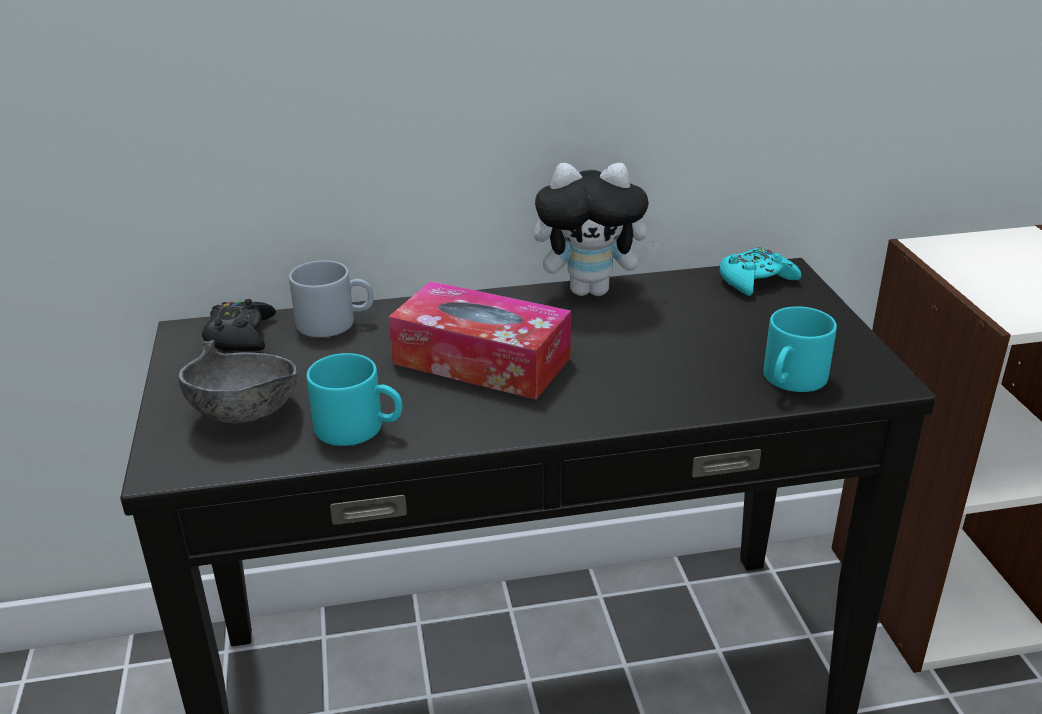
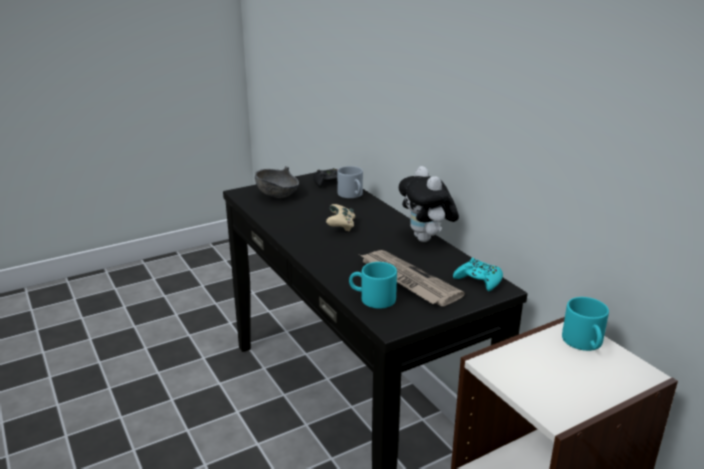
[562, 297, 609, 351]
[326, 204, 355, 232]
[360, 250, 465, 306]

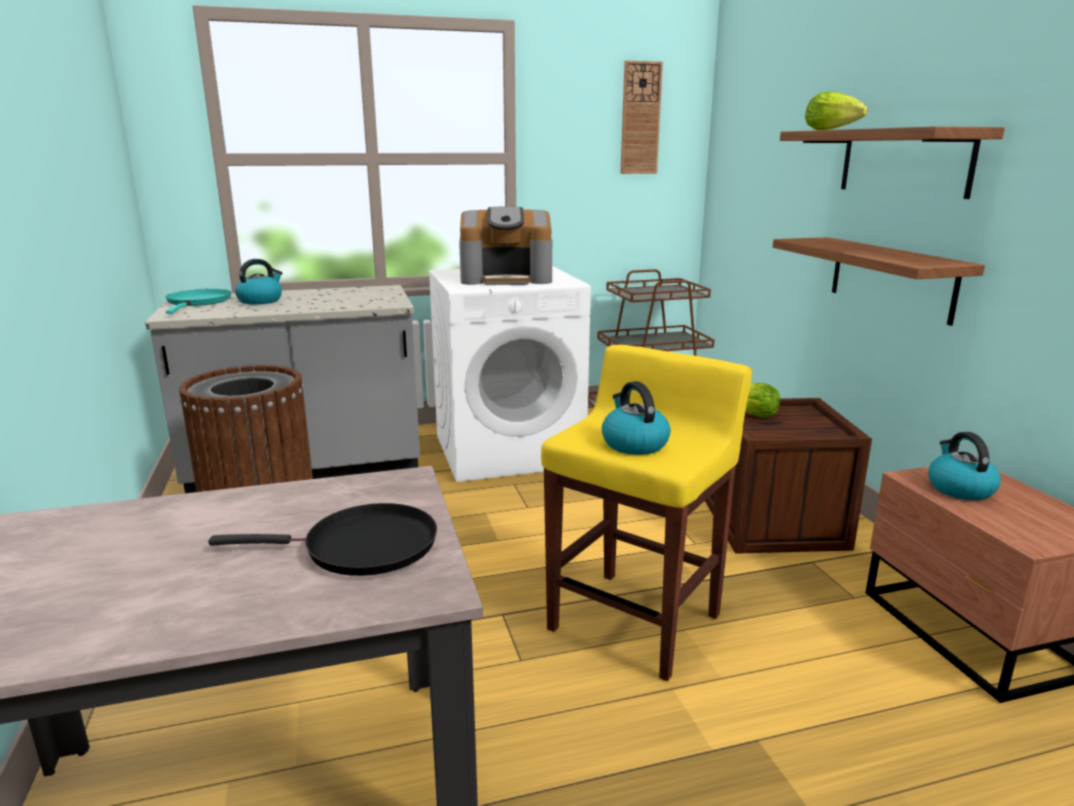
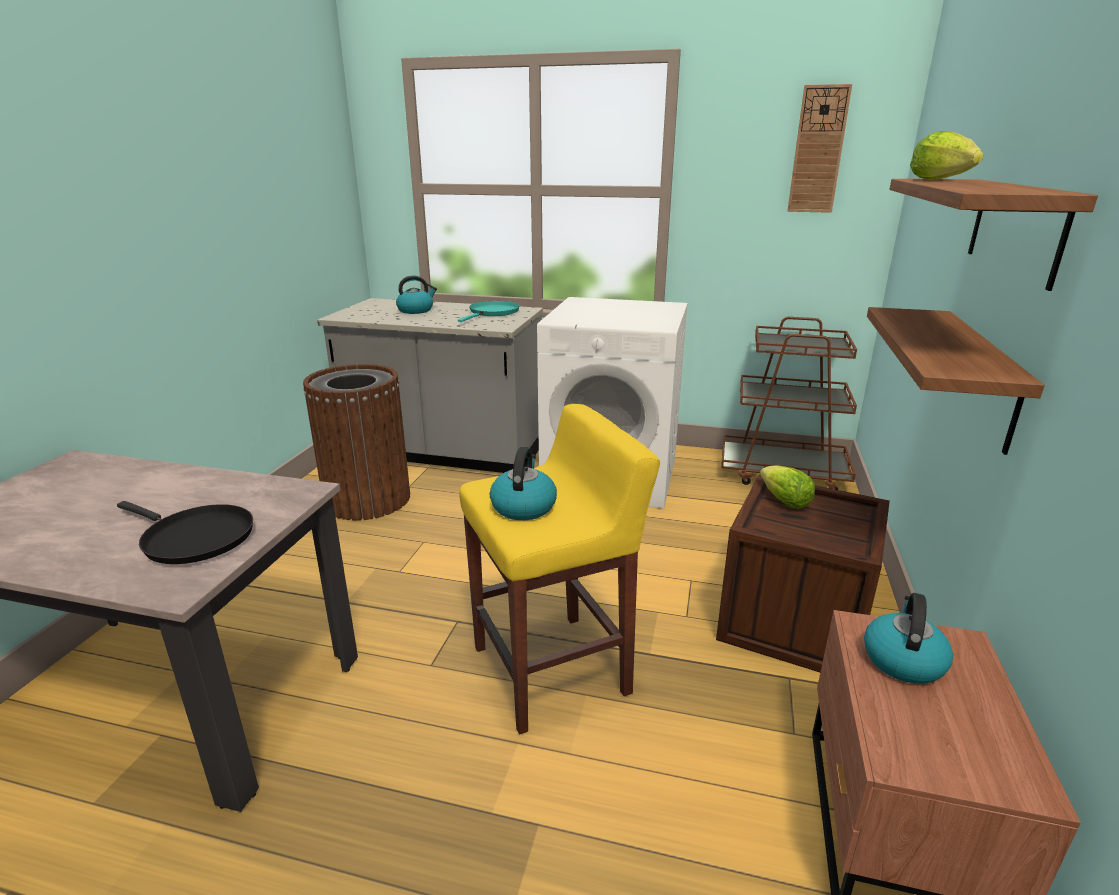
[458, 301, 519, 322]
[459, 207, 552, 285] (first image)

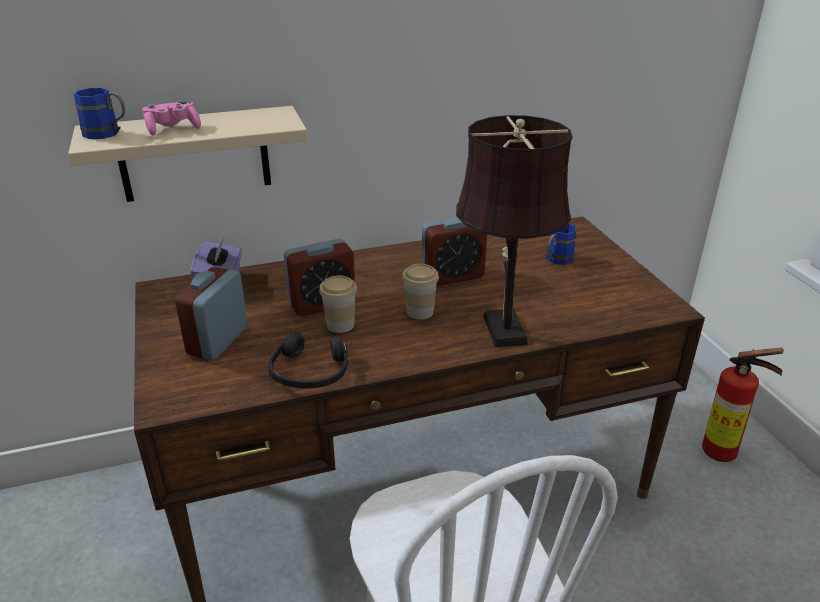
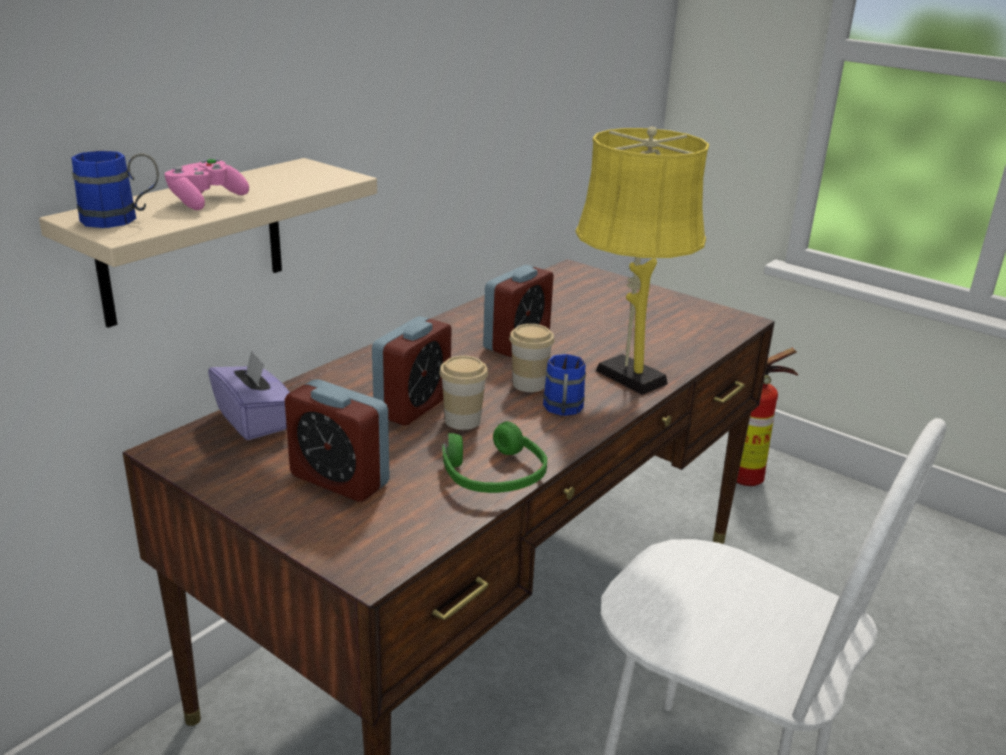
[285, 379, 390, 502]
[443, 421, 547, 493]
[575, 126, 709, 395]
[543, 354, 586, 416]

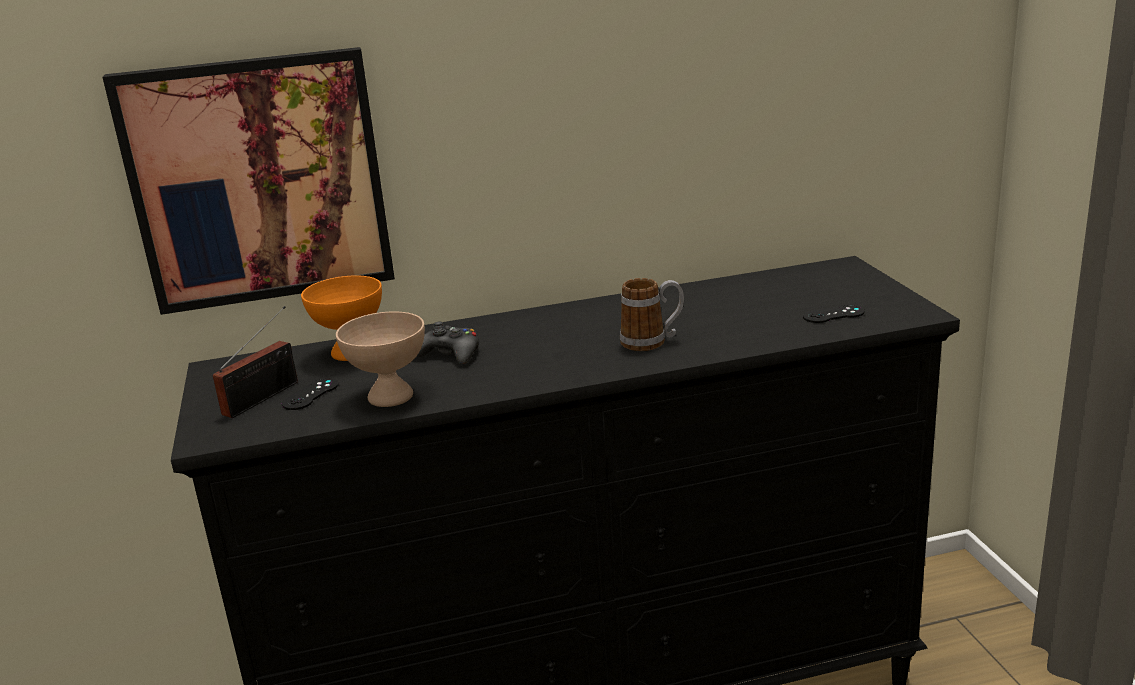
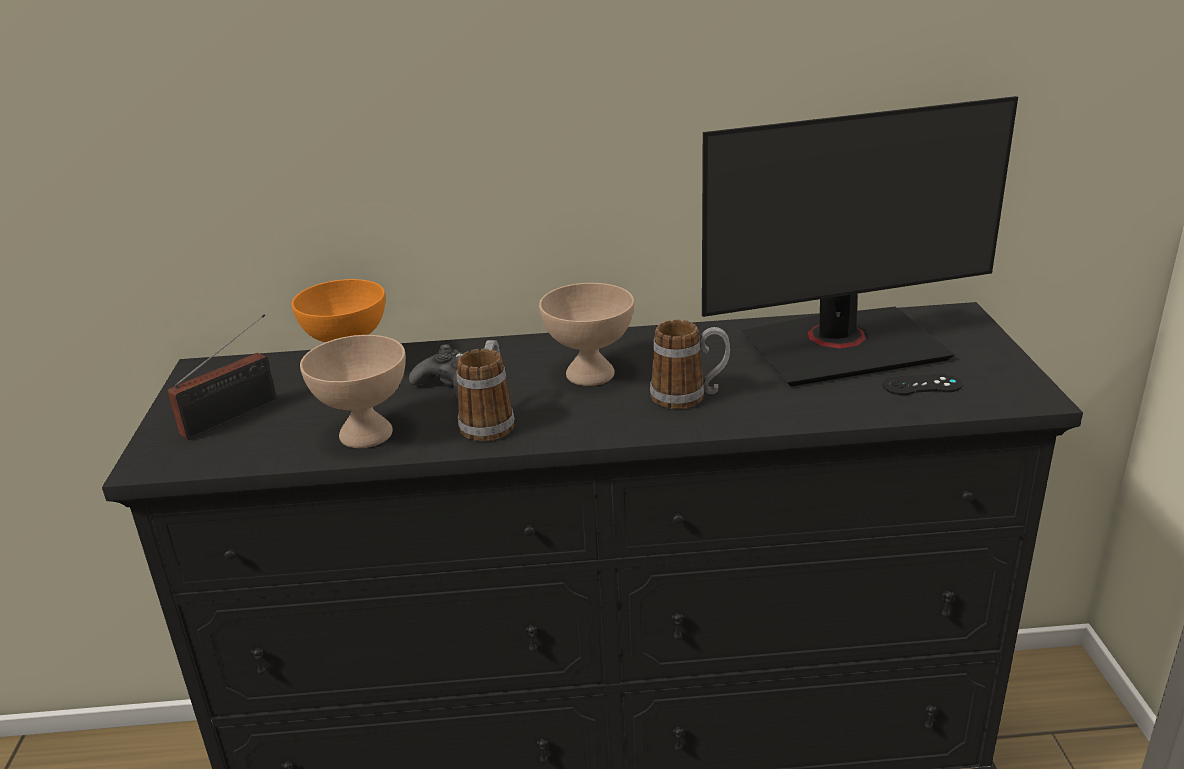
[102, 47, 395, 315] (first image)
[282, 378, 339, 410] (first image)
[457, 340, 514, 441]
[539, 283, 634, 386]
[702, 96, 1018, 387]

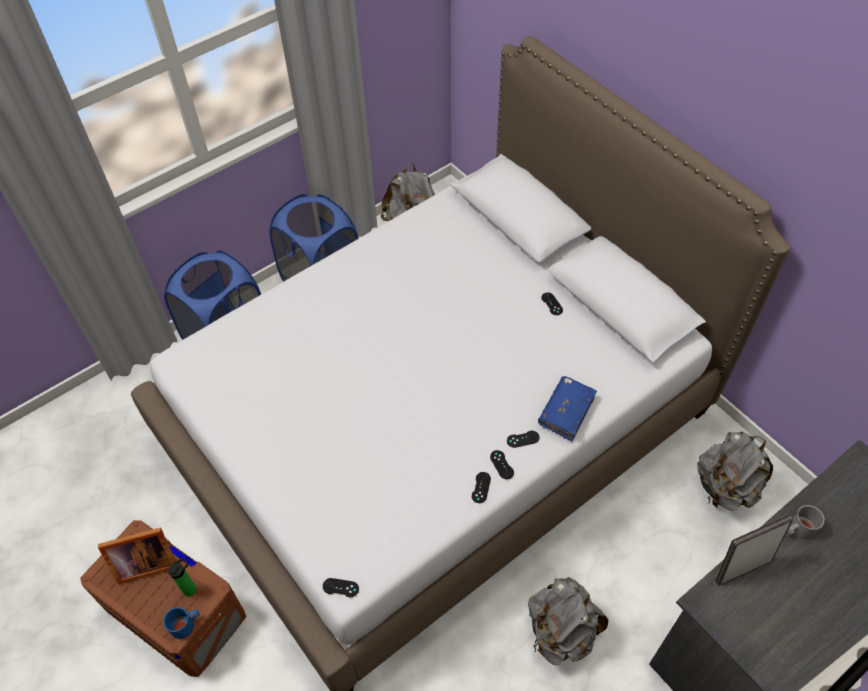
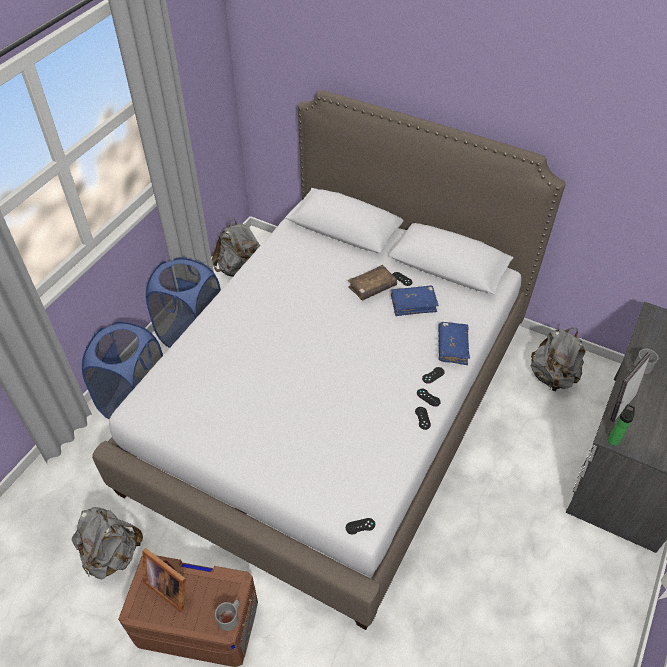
[142, 548, 186, 612]
[215, 600, 240, 631]
[608, 404, 635, 446]
[72, 507, 143, 579]
[348, 265, 397, 300]
[391, 285, 439, 316]

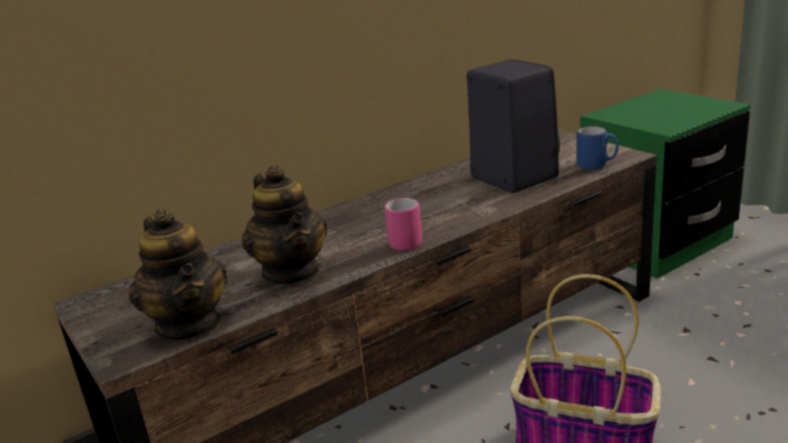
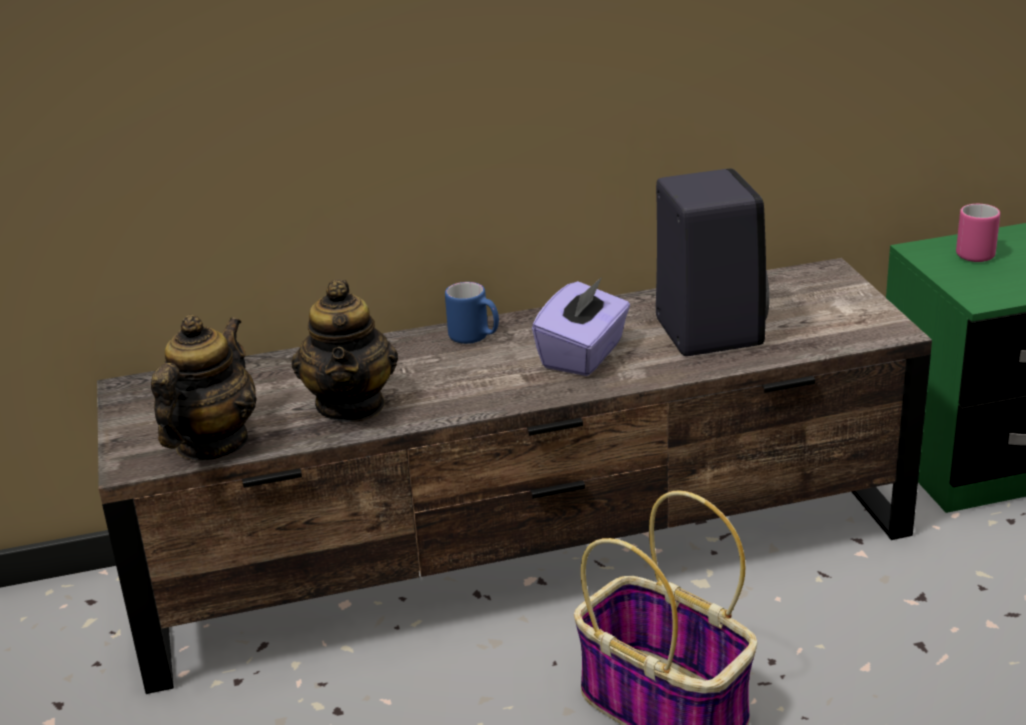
[151, 315, 257, 460]
[956, 204, 1000, 262]
[445, 282, 499, 344]
[532, 277, 630, 376]

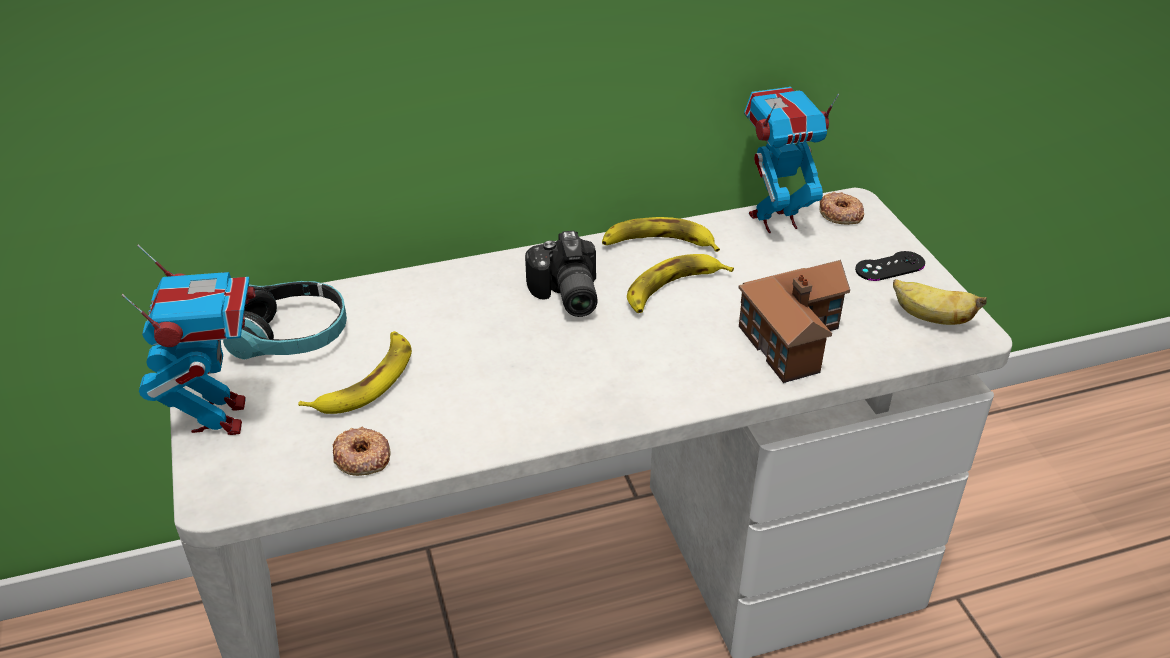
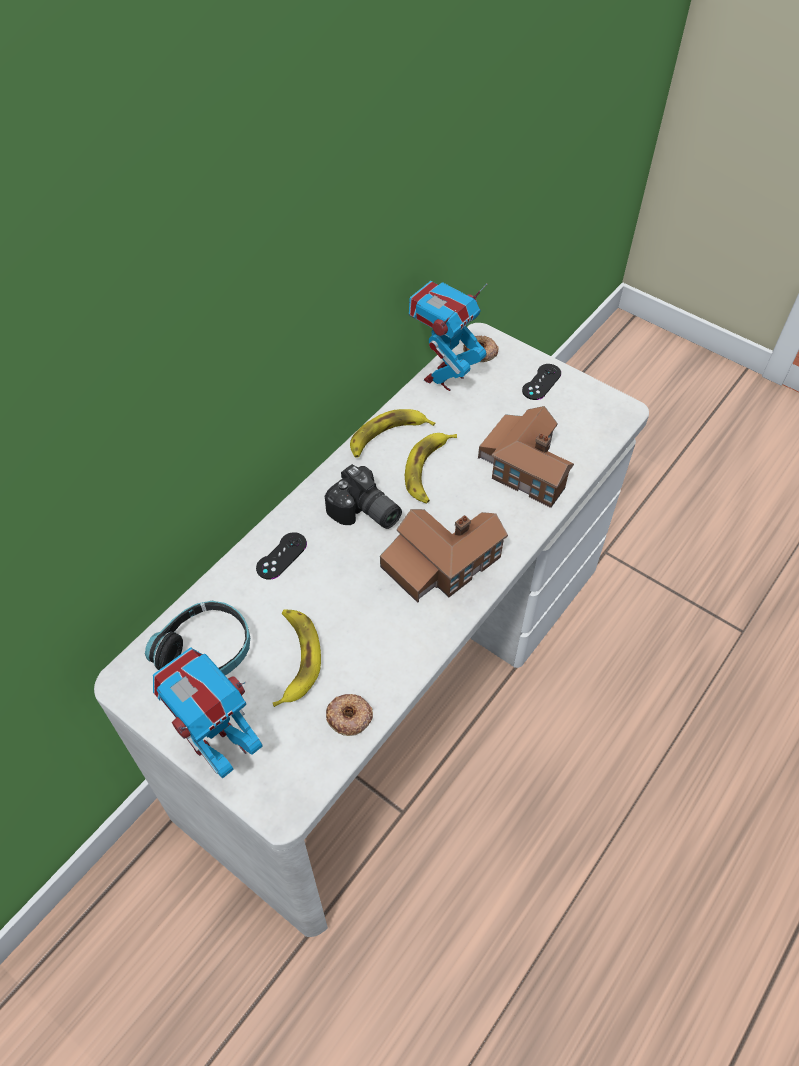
[153, 647, 263, 778]
[893, 279, 987, 325] (first image)
[256, 532, 307, 579]
[380, 509, 508, 603]

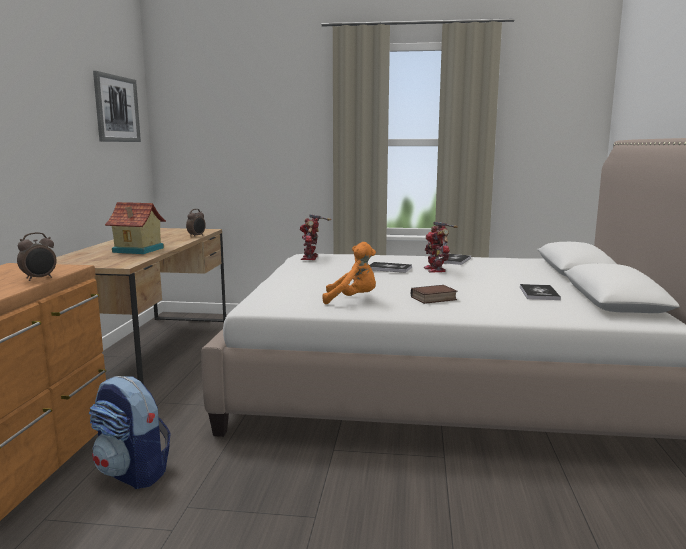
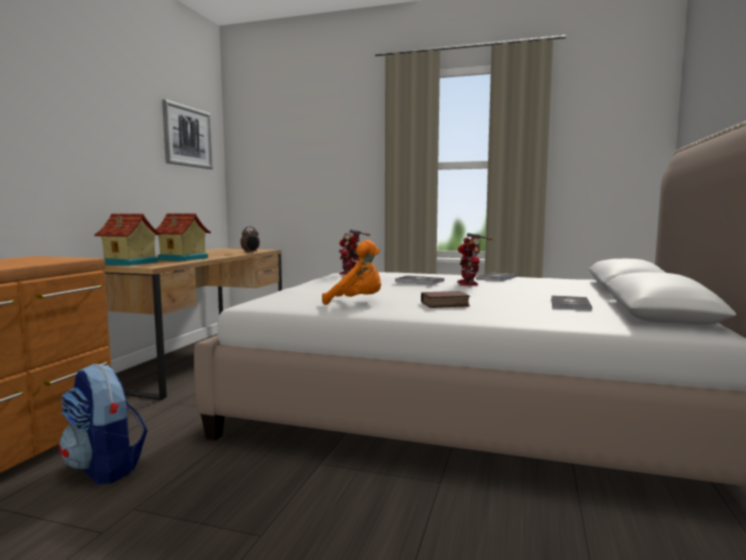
[17, 232, 57, 281] (first image)
[94, 214, 161, 266]

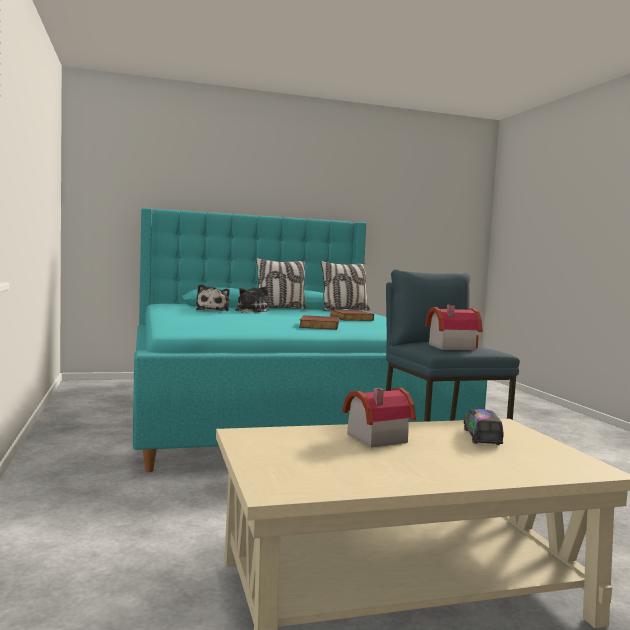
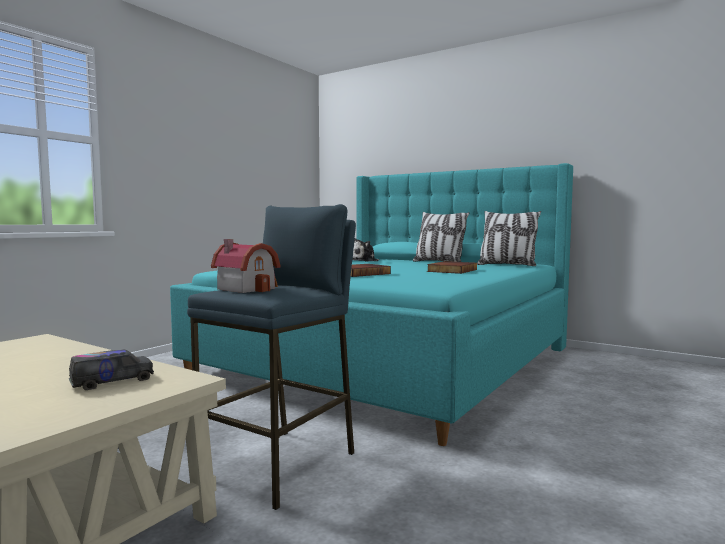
[235, 287, 269, 313] (first image)
[342, 388, 416, 447] (first image)

